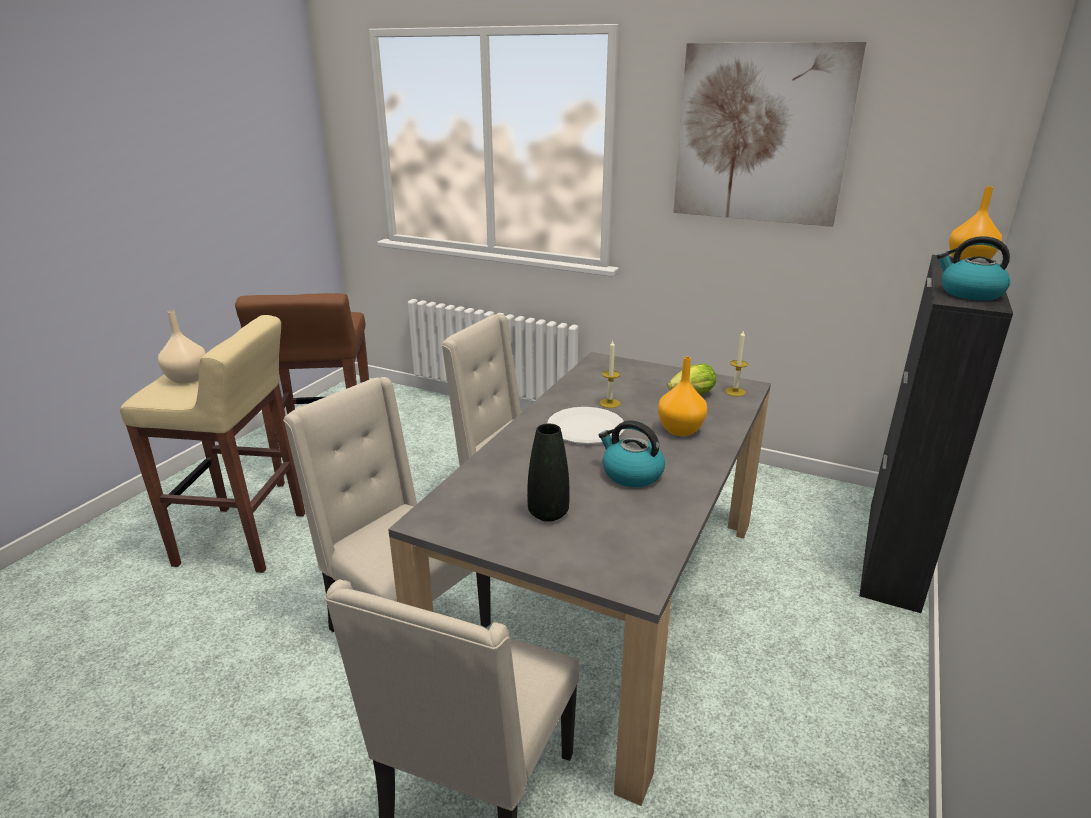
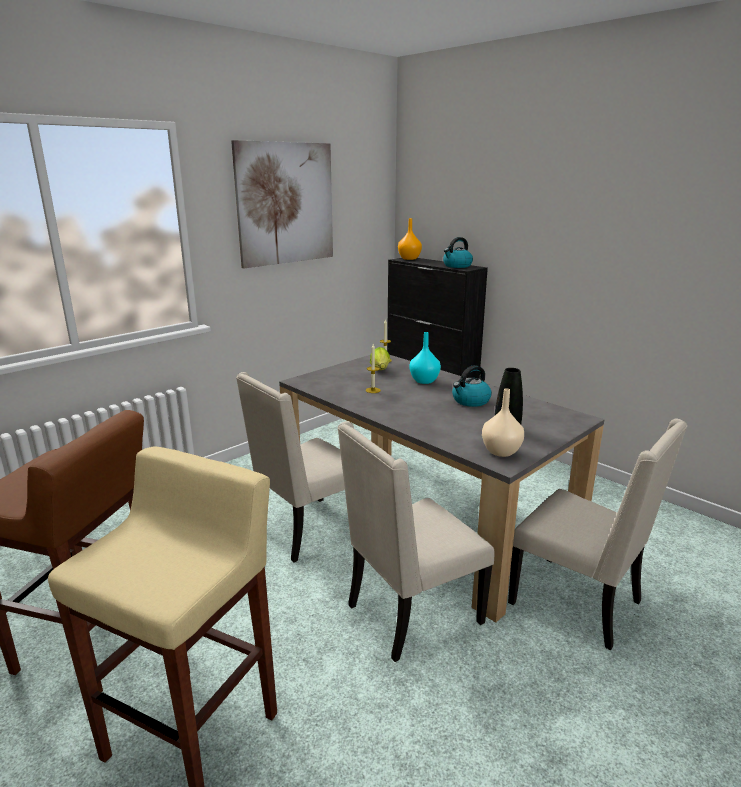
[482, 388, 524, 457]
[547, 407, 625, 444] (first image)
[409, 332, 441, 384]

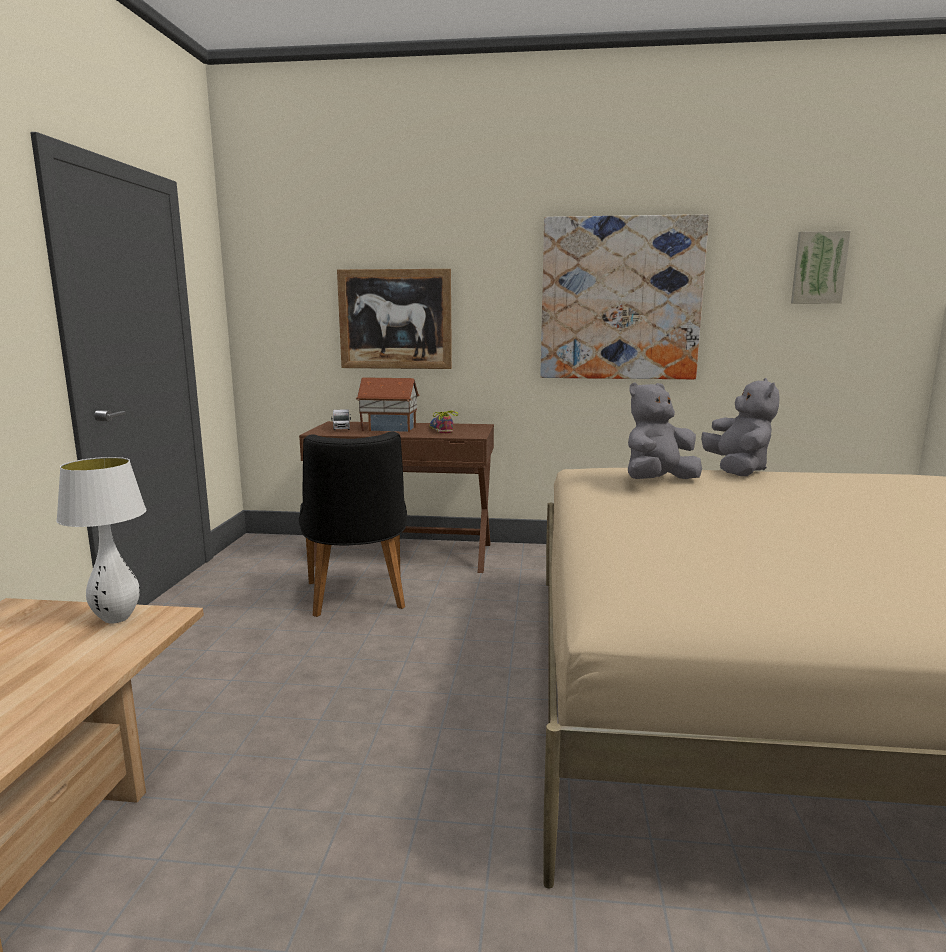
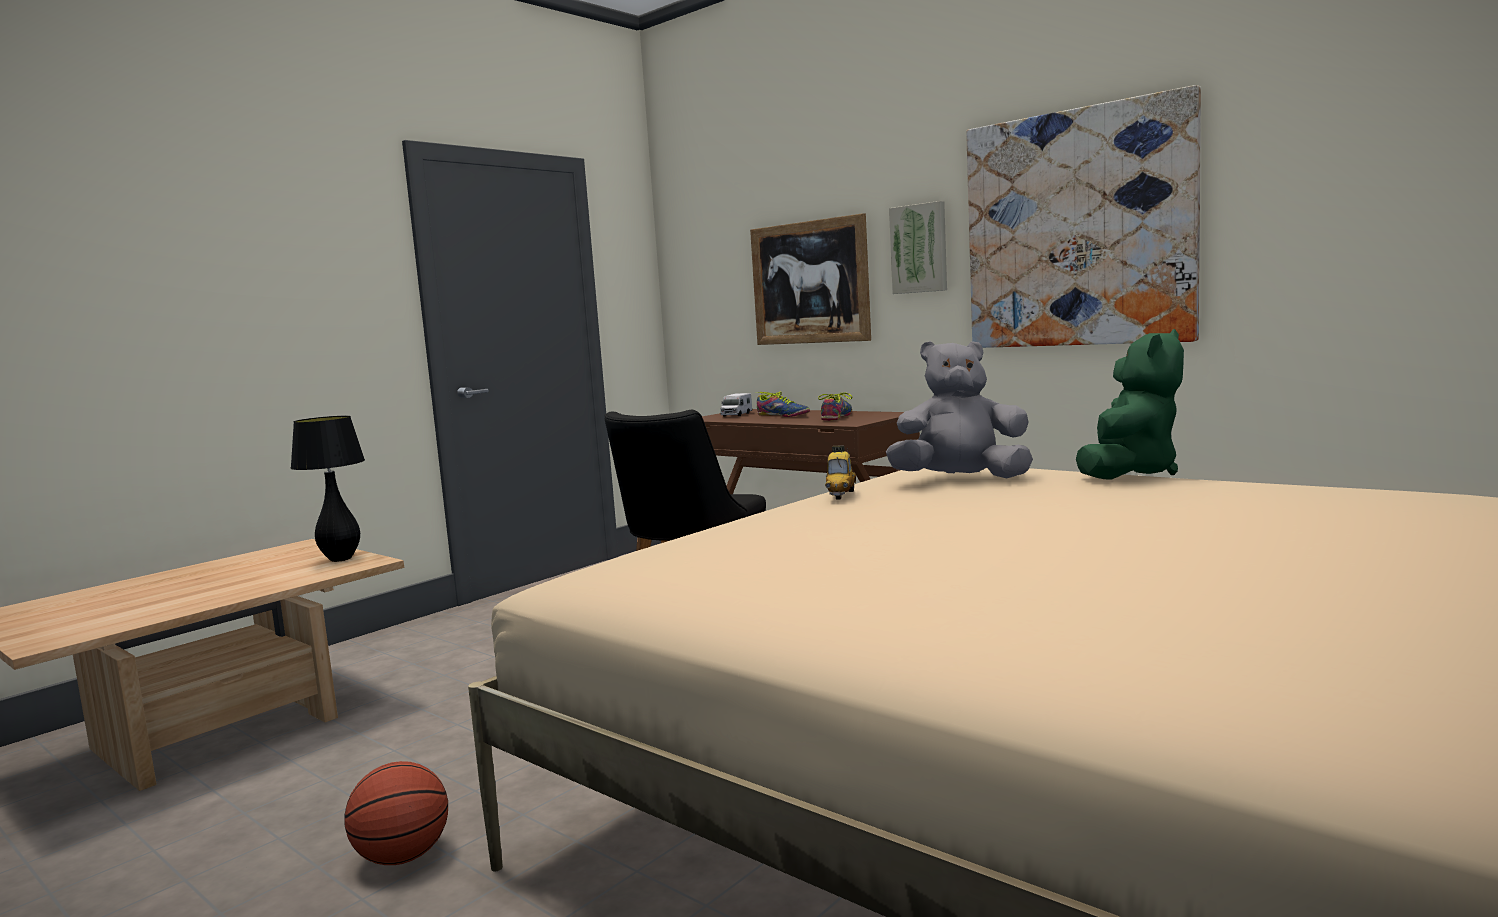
[290, 416, 365, 562]
[756, 391, 810, 417]
[1076, 329, 1184, 480]
[889, 201, 947, 294]
[344, 761, 448, 865]
[825, 445, 856, 500]

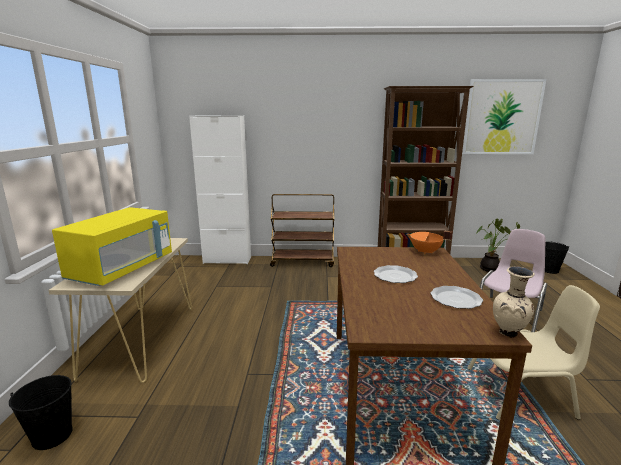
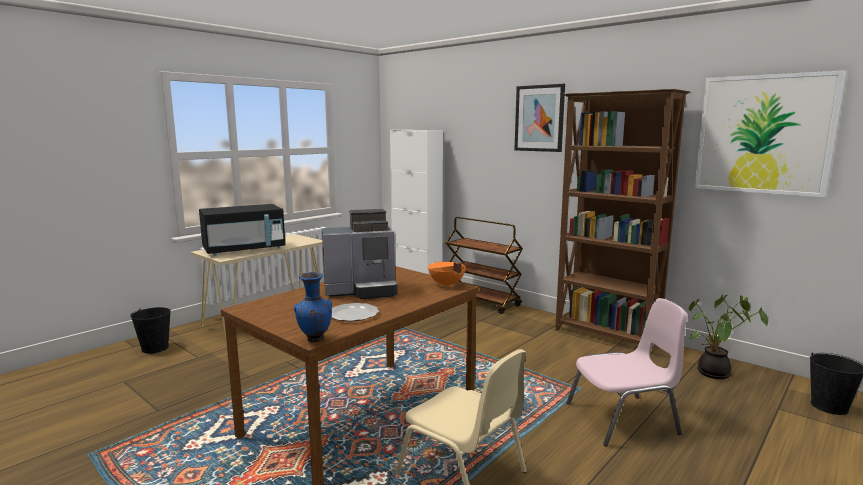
[199, 204, 285, 256]
[322, 209, 398, 299]
[294, 272, 332, 342]
[514, 84, 565, 152]

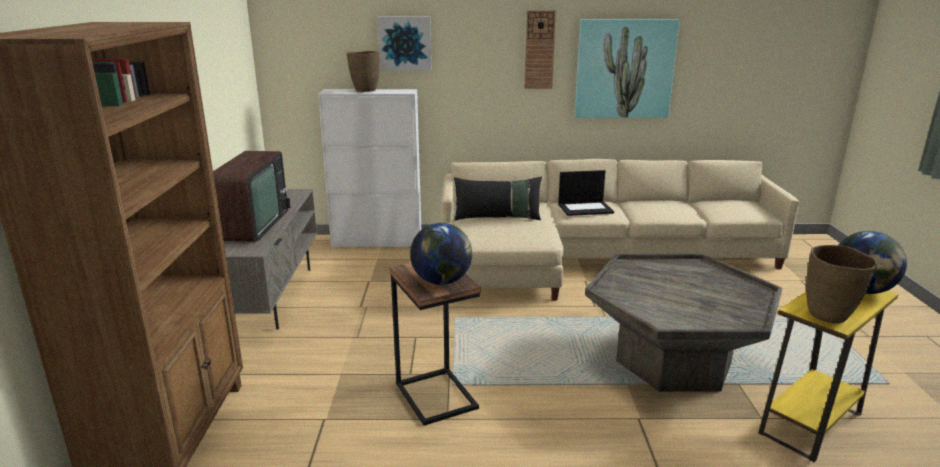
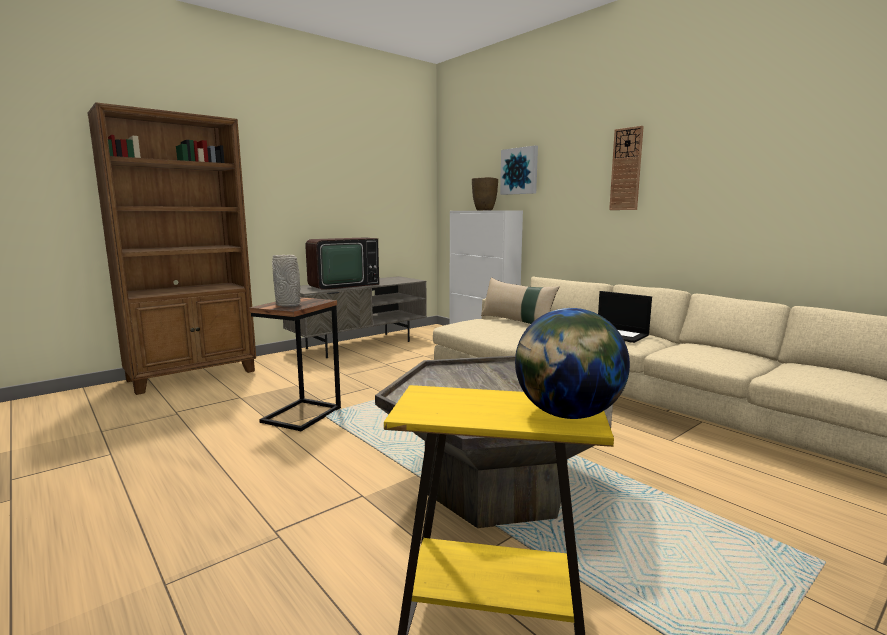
[272, 255, 301, 307]
[481, 277, 559, 324]
[574, 19, 680, 118] (first image)
[806, 245, 877, 323] (first image)

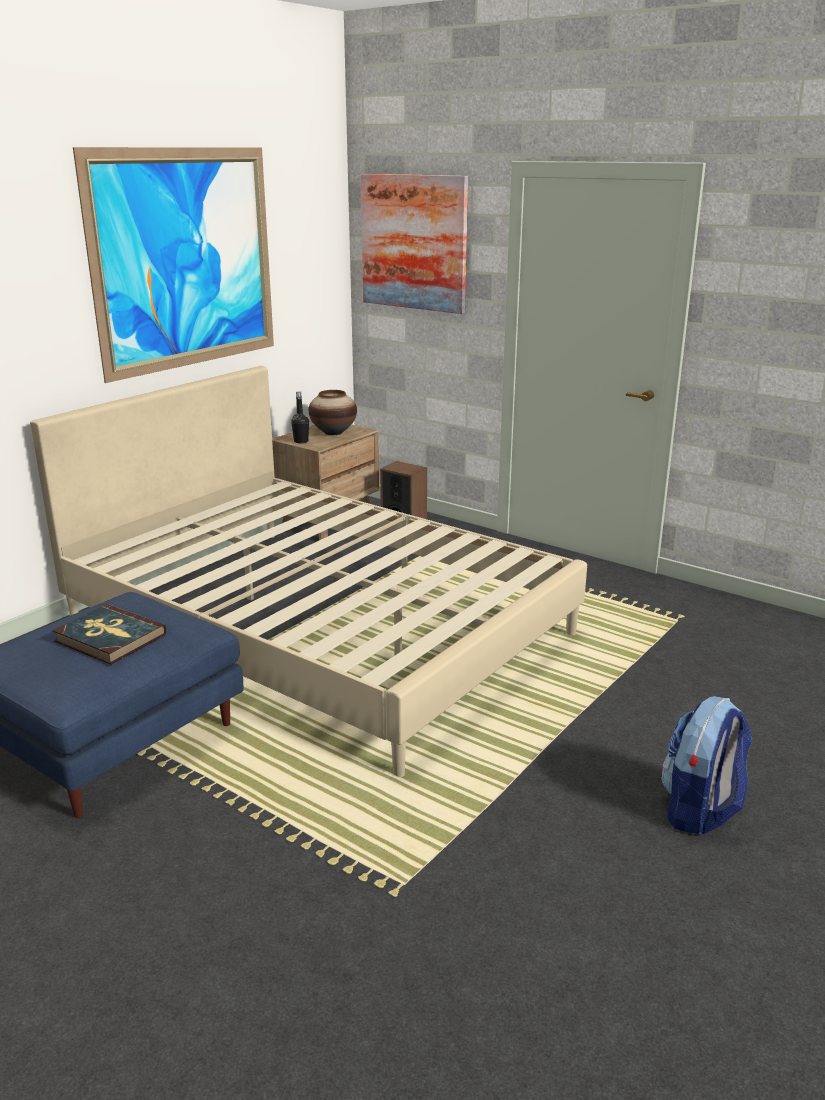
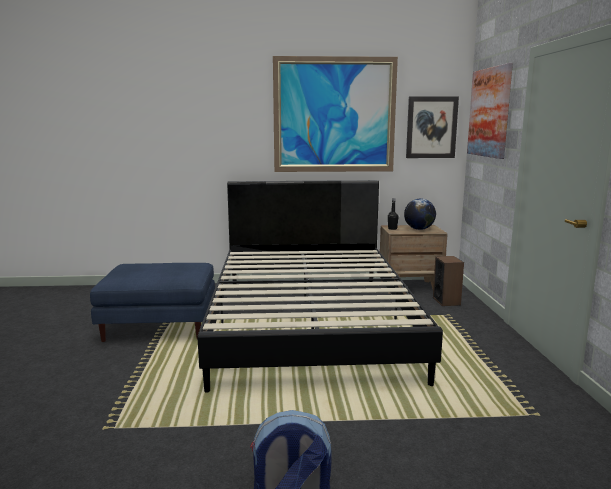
[197, 180, 443, 393]
[52, 604, 166, 665] (first image)
[404, 198, 436, 230]
[406, 96, 459, 158]

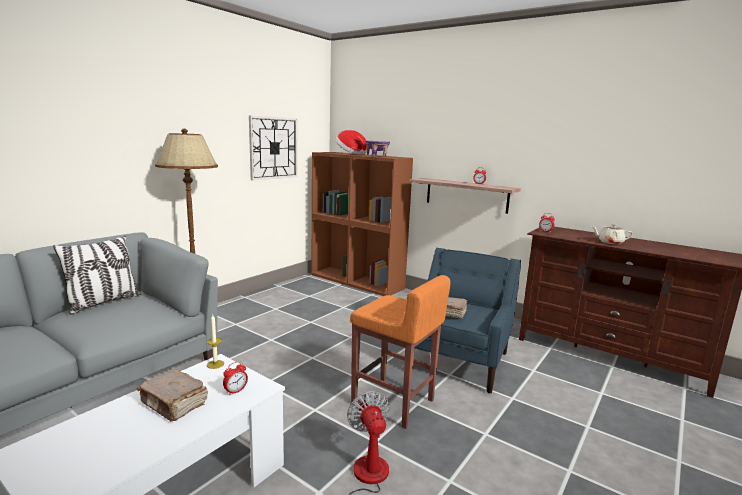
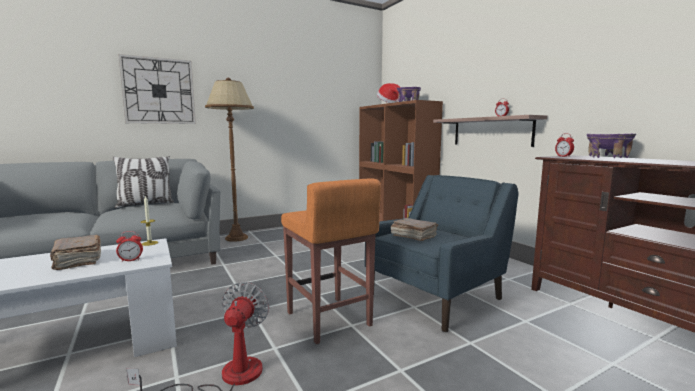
[118, 54, 196, 124]
[591, 224, 633, 244] (first image)
[587, 133, 636, 158]

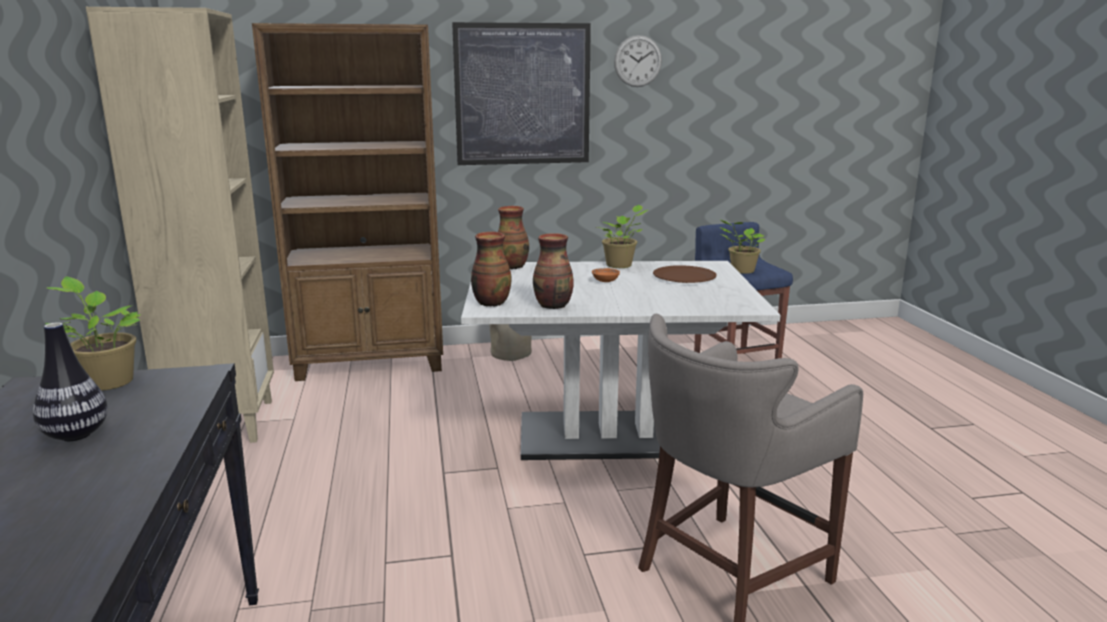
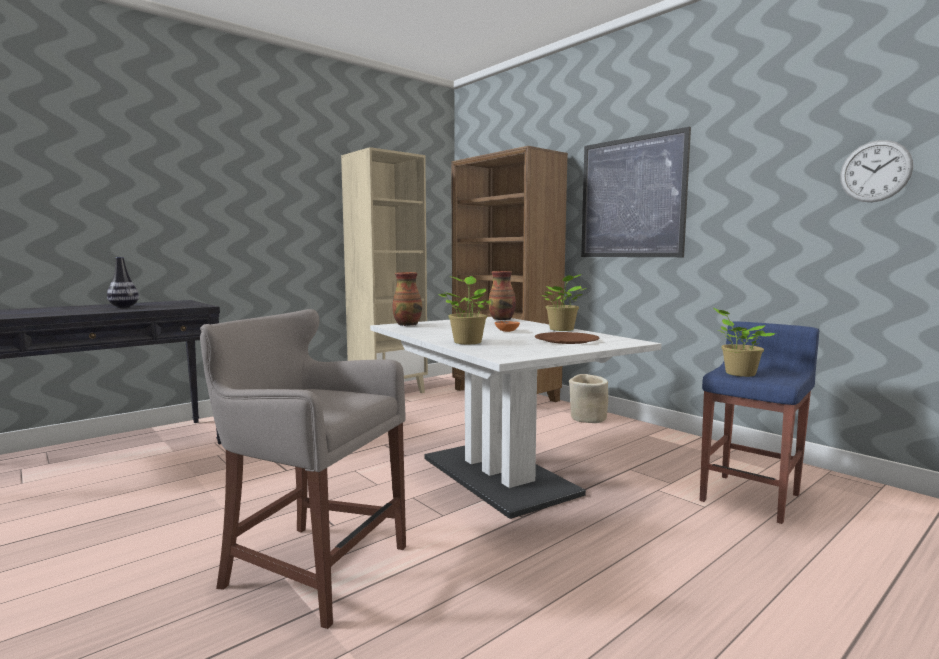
[438, 276, 491, 344]
[533, 233, 574, 309] (first image)
[840, 140, 913, 202]

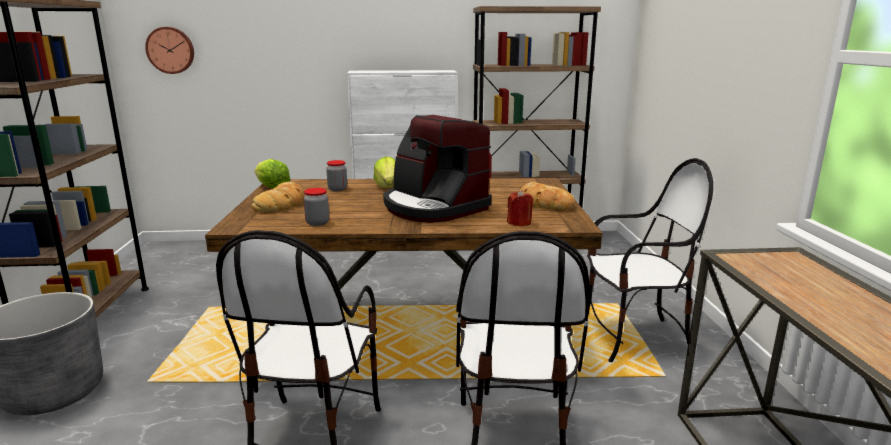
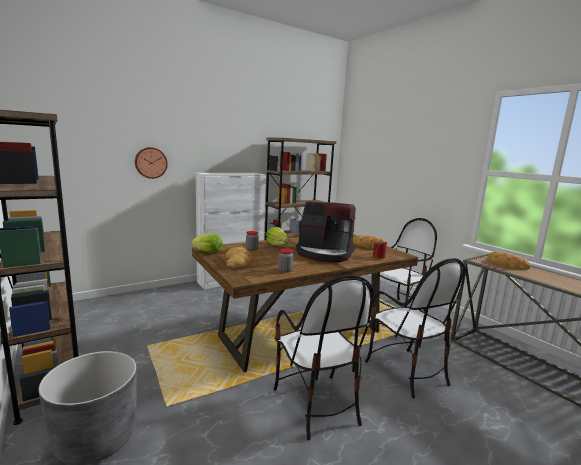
[135, 147, 168, 179]
[487, 251, 531, 270]

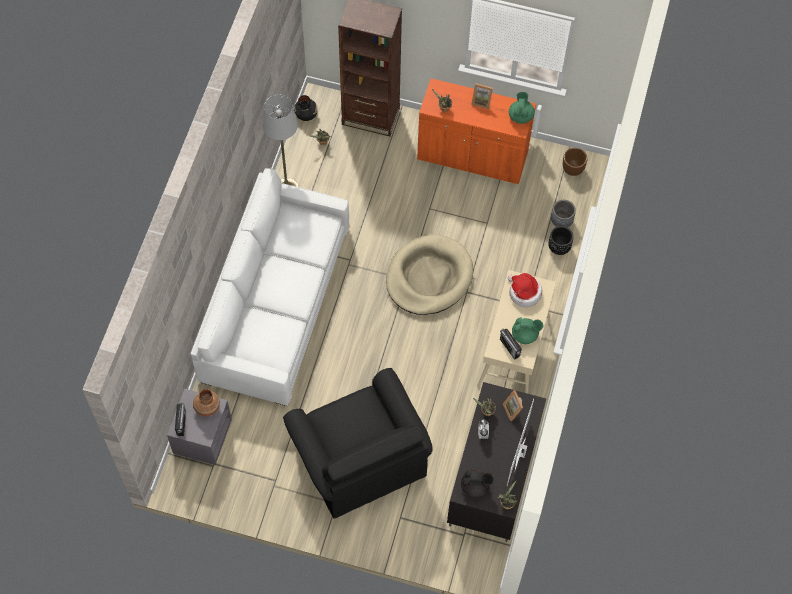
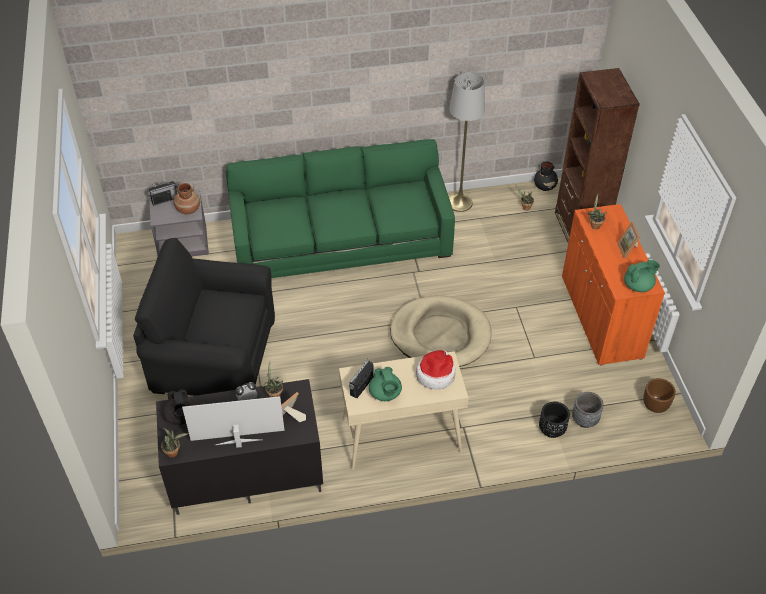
[226, 139, 455, 278]
[133, 238, 275, 396]

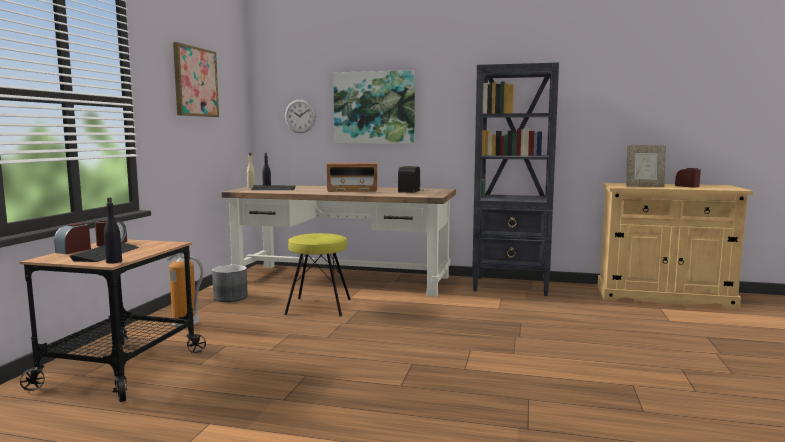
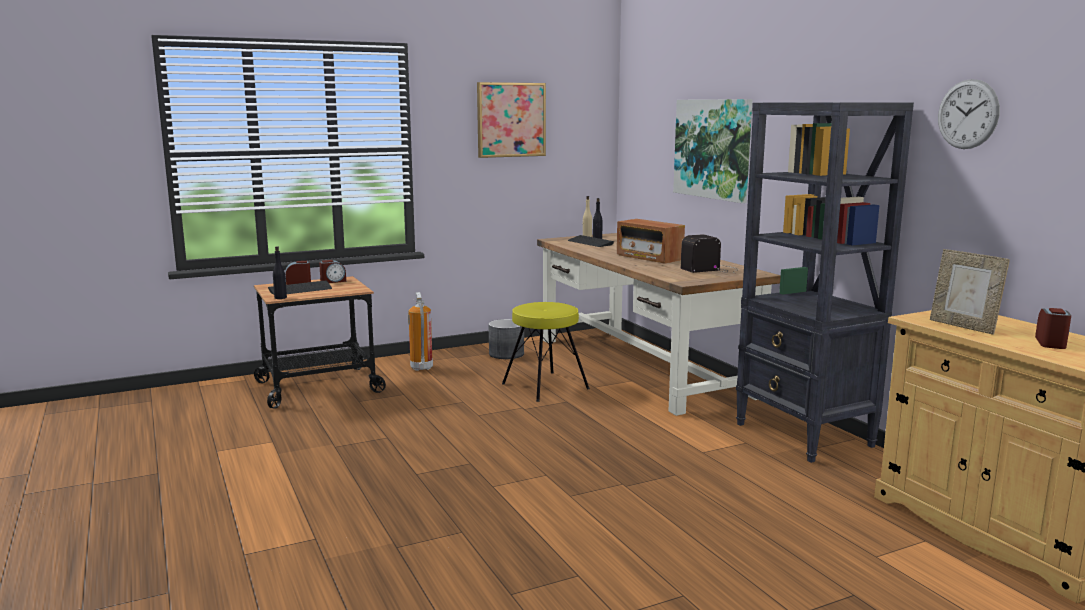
[938, 79, 1000, 149]

